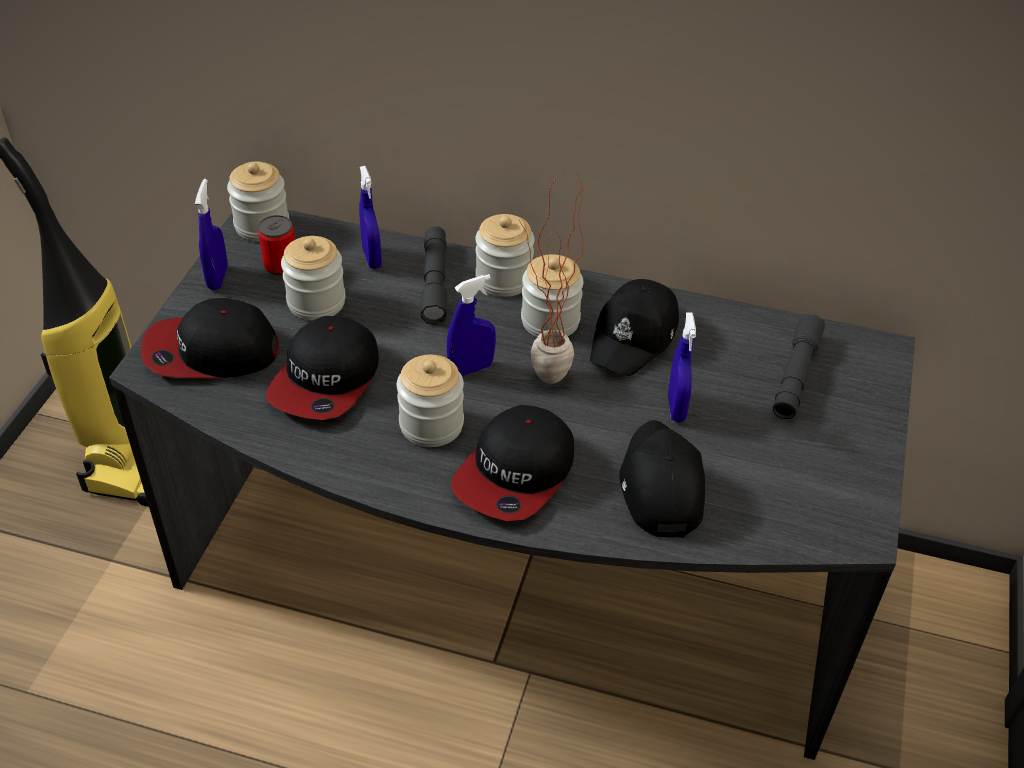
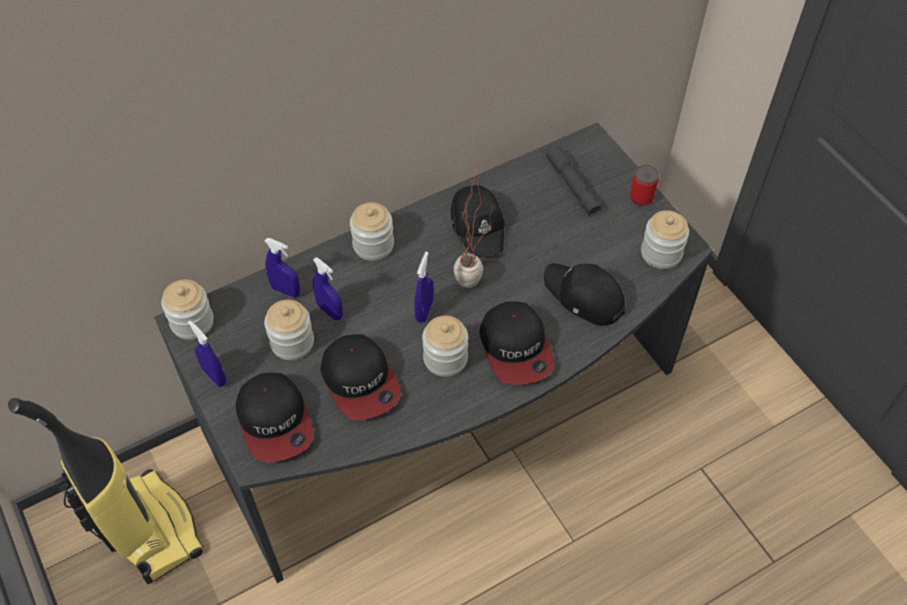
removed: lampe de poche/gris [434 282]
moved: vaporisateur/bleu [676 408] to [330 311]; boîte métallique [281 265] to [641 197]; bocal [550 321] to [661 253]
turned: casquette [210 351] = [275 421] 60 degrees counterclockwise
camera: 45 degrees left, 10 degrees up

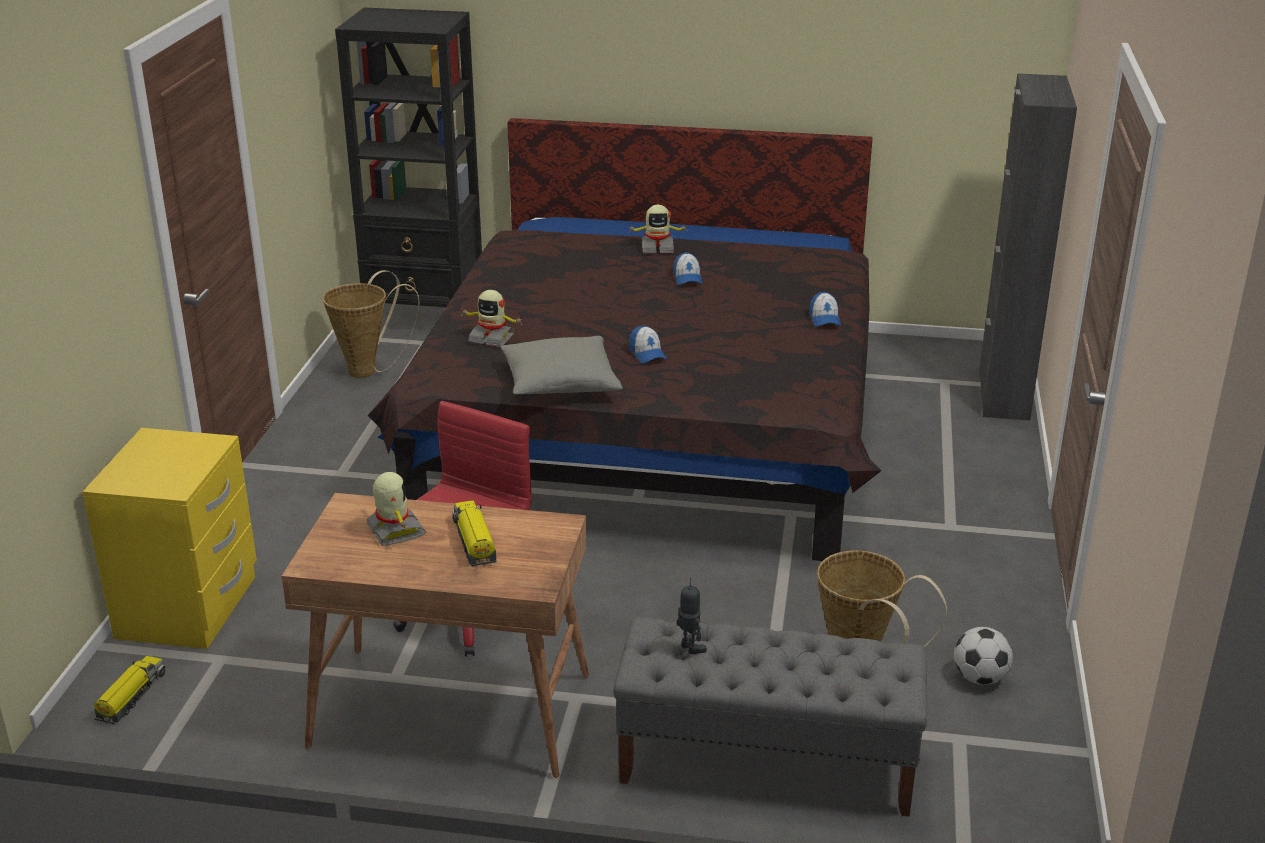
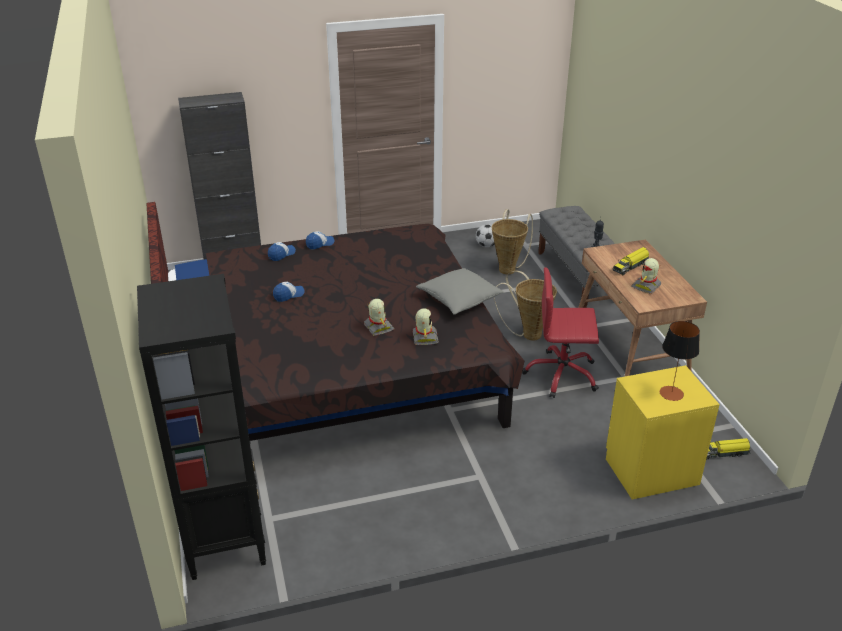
added: lampe de table [671 393]
moved: casquette [647 354] to [281 254]; robot jouet [657 248] to [378 328]; panier [369 370] to [527 334]
camera: 115 degrees left, 5 degrees up

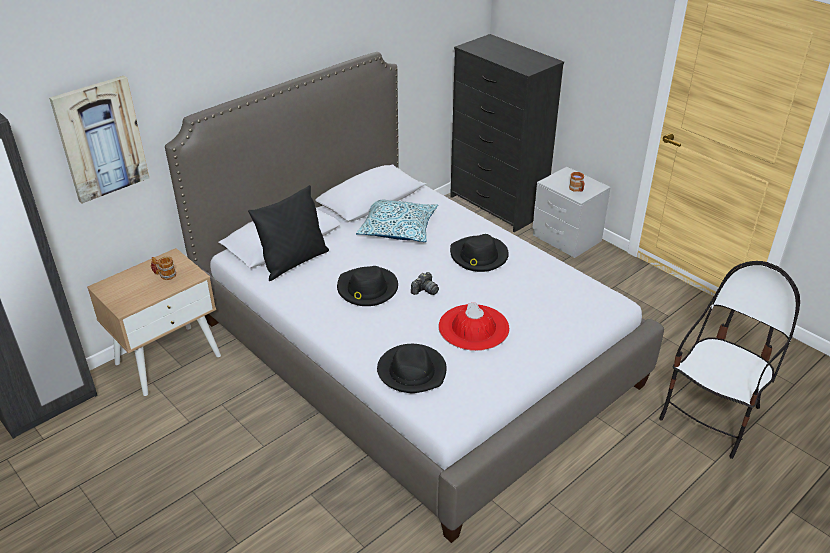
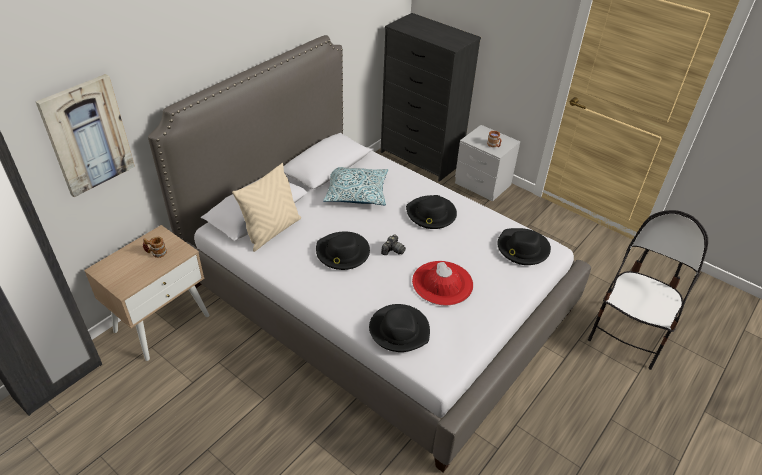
added: chapeau/noir [522 249]
recoloured: coussin/noir [294 262] to coussin/beige [272 231]
camera: 10 degrees left, 5 degrees up

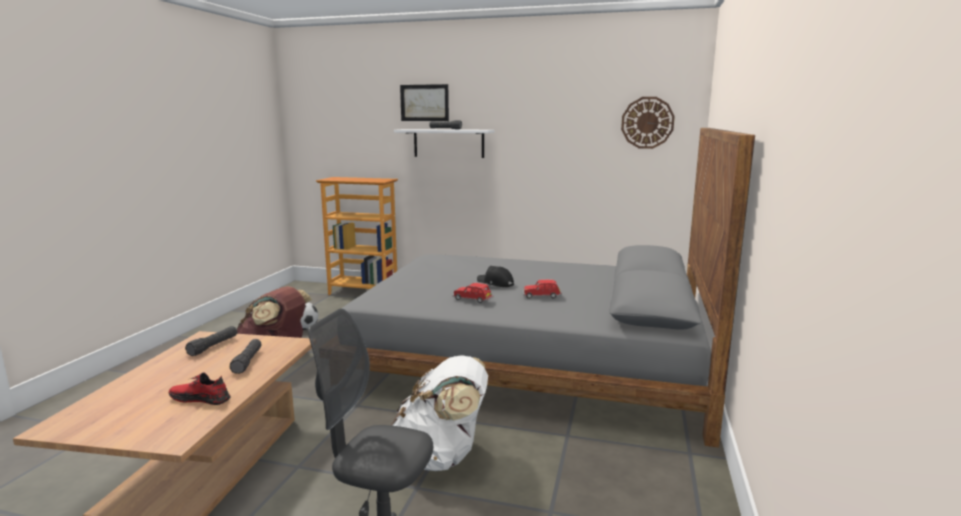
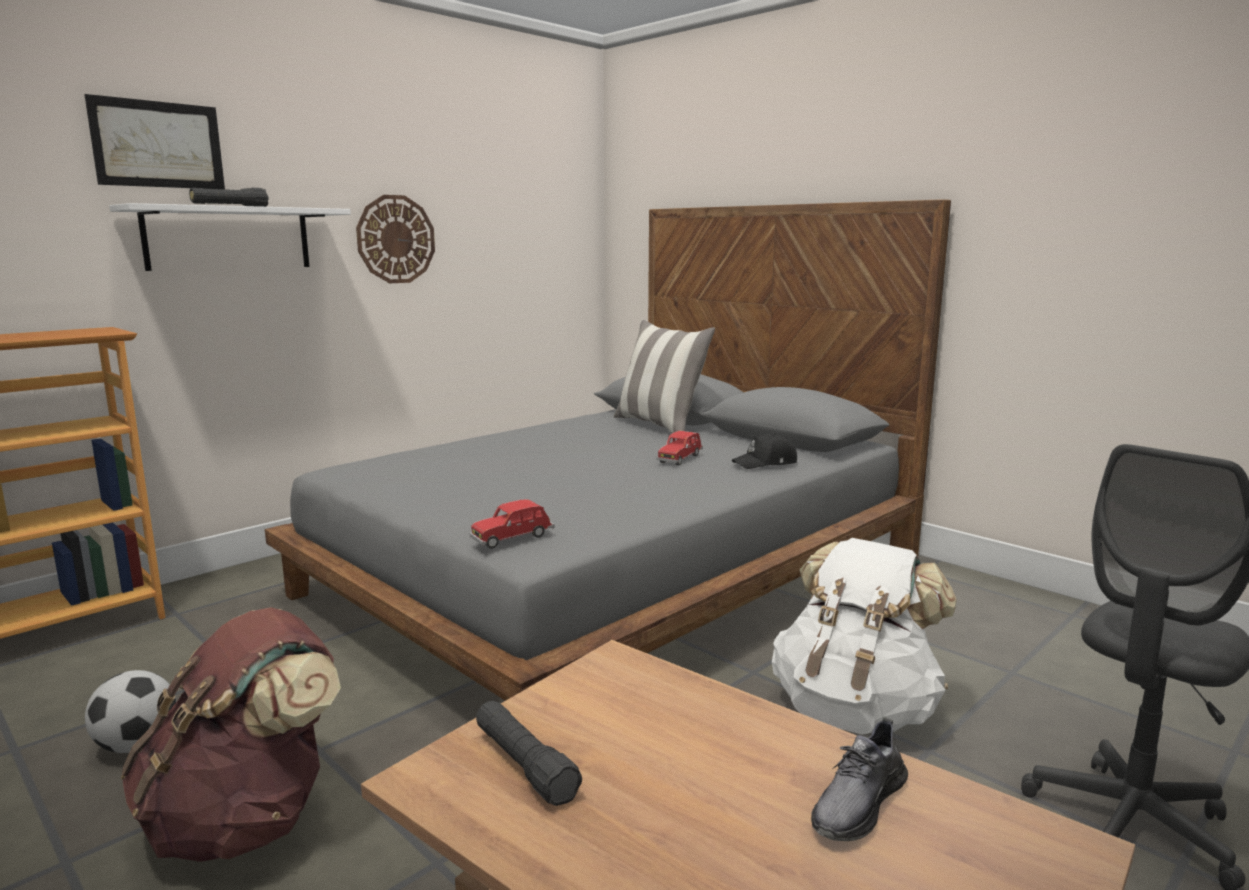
removed: lampe de poche/noir [247 362]
added: coussin [660 426]
moved: horloge murale [647 122] to [396 239]; petite voiture/rouge [473 300] to [512 538]; casquette/noir [495 283] to [766 463]
recoloured: chaussure/rouge [200 398] to chaussure/gris [858 804]
camera: 60 degrees left, 0 degrees up

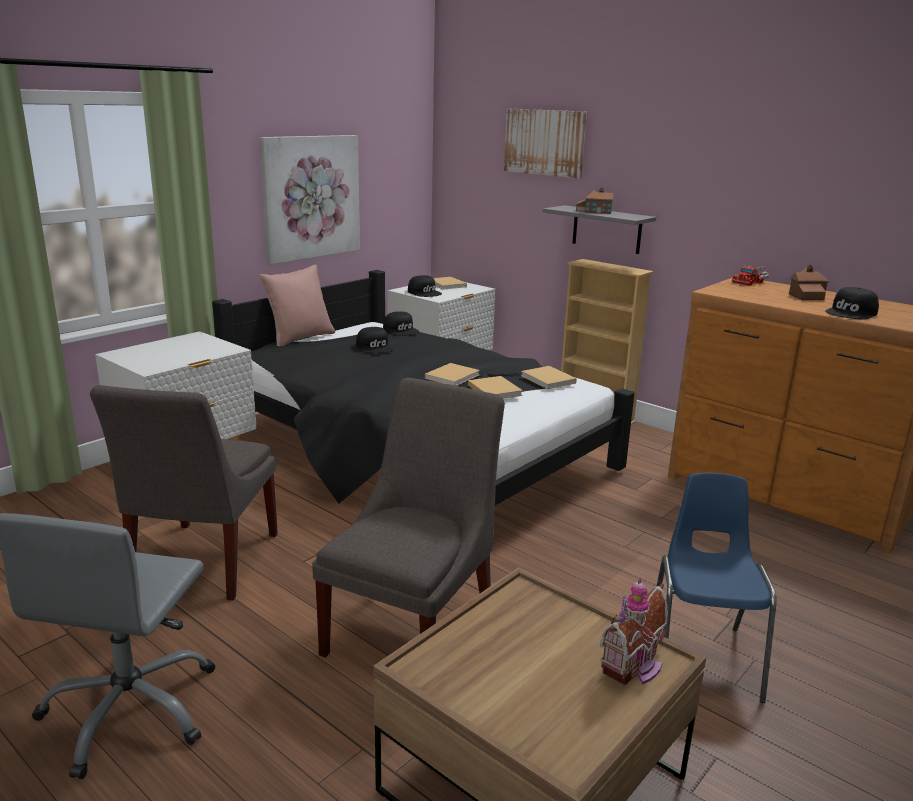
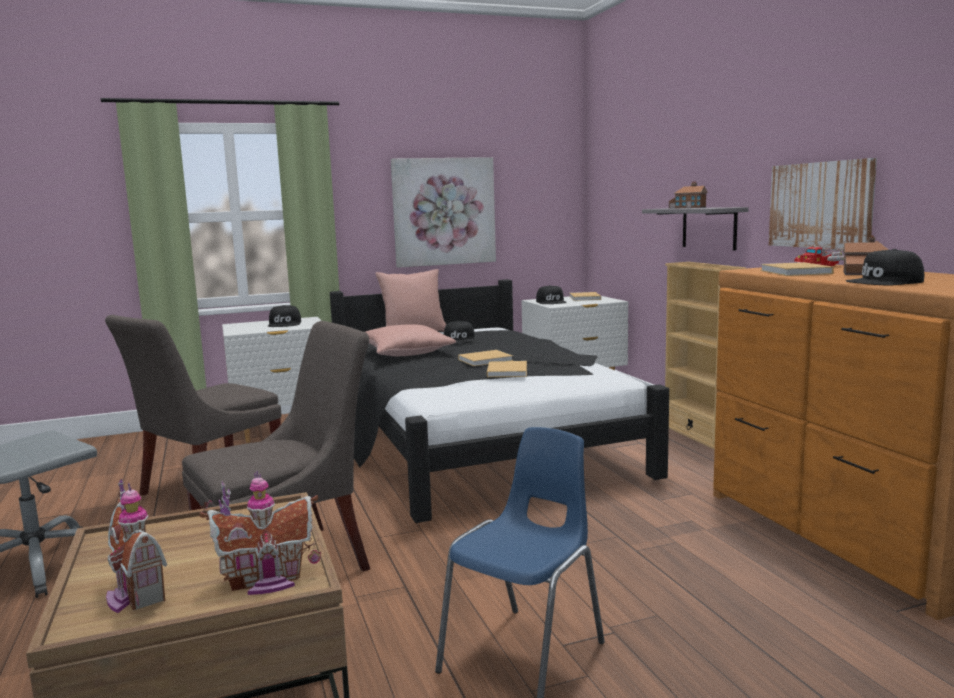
added: maison miniature [134 595]; coussin/rose [406 353]
moved: casquette/noir [401 330] to [285 324]; livre/beige [549 380] to [796 272]; tableau [544 142] to [820 205]
camera: 30 degrees right, 10 degrees down

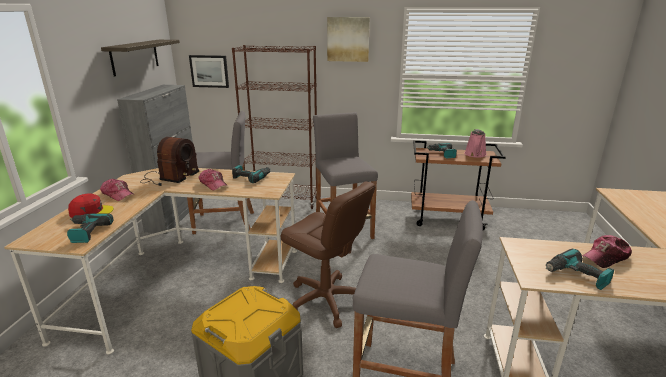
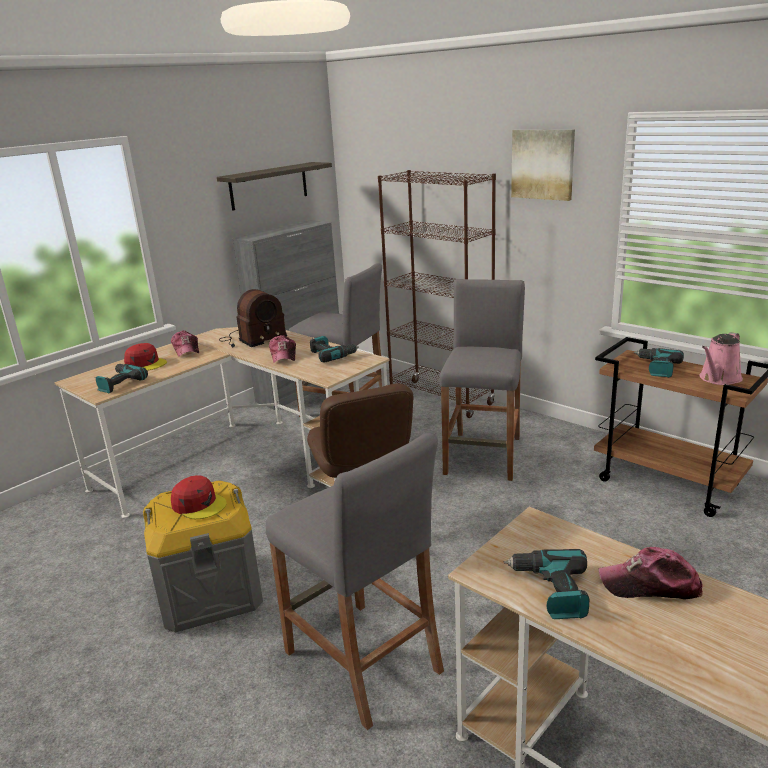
removed: tableau [209 71]
added: casquette/rouge [199 504]
camera: 35 degrees right, 0 degrees up

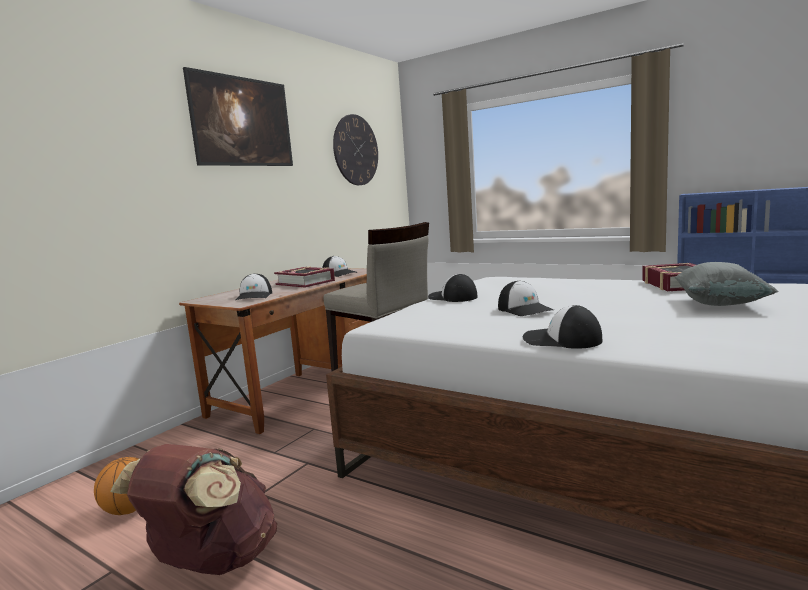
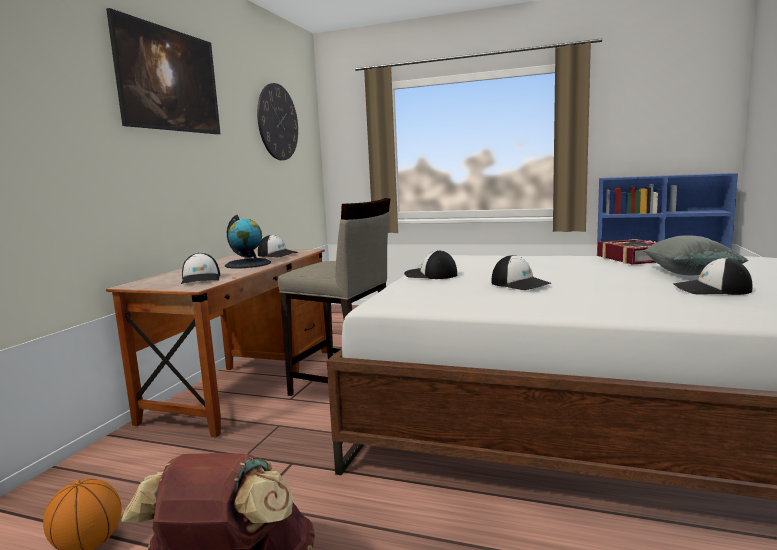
moved: casquette [561 340] to [711 289]
replaced: livre [305 283] to globe [248 264]
camera: 15 degrees left, 0 degrees up

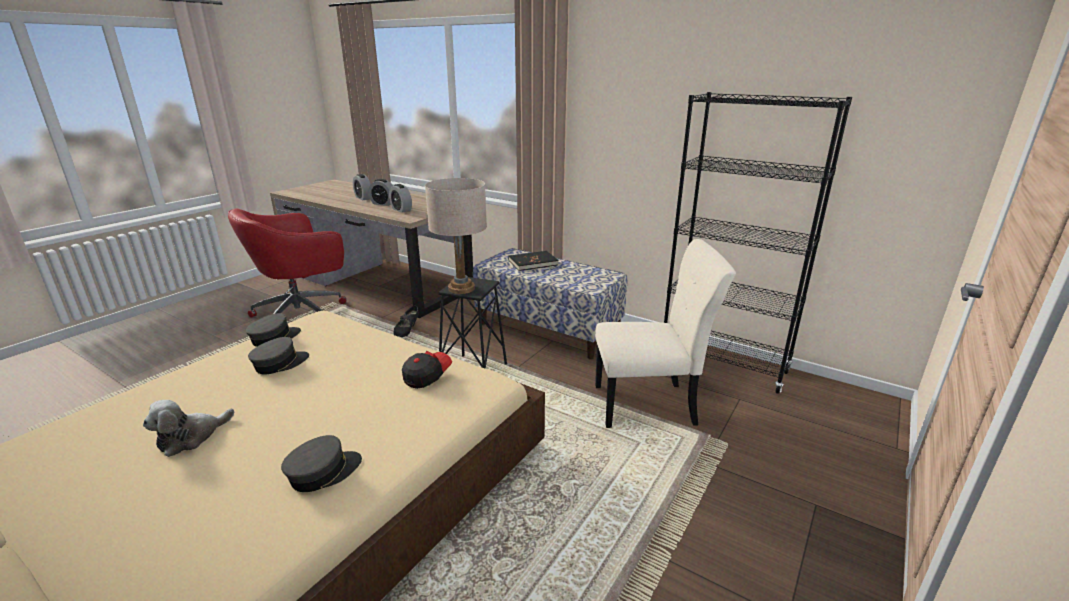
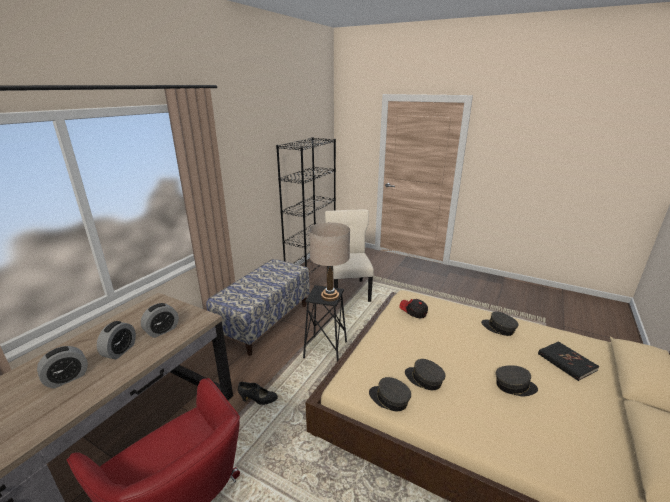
moved: livre/noir [533 263] to [566 362]
replaced: peluche [191 437] to casquette/gris [514 386]
camera: 95 degrees left, 0 degrees up

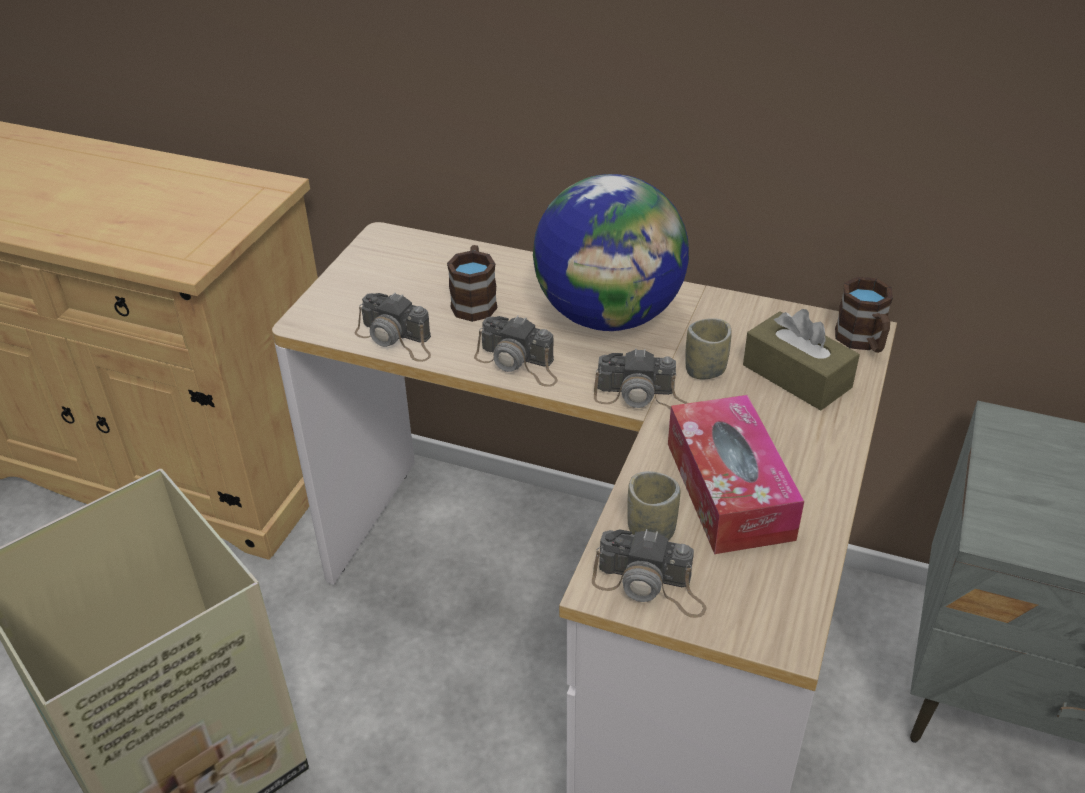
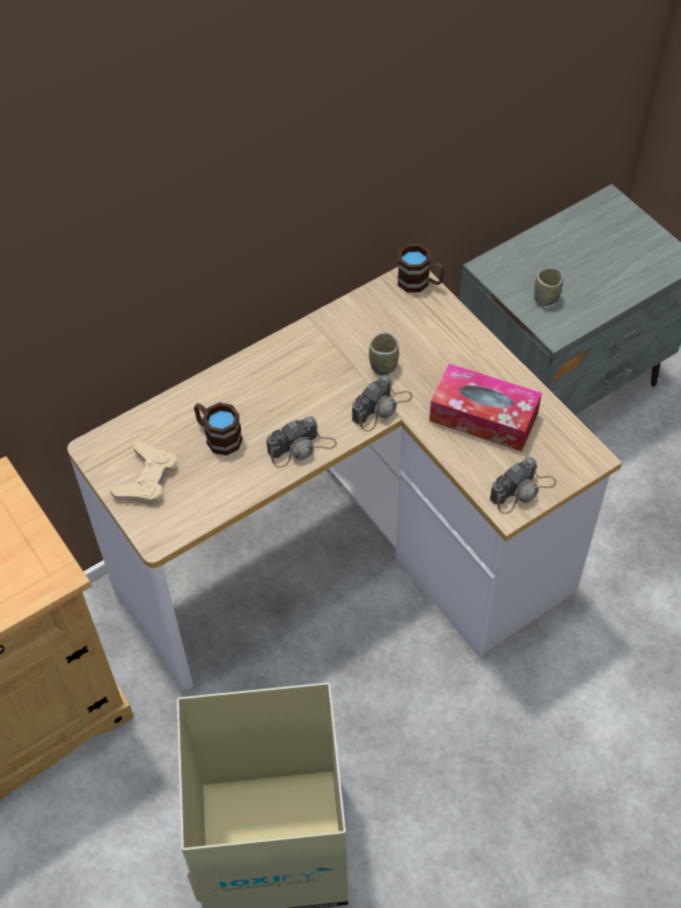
removed: appareil photo [396 339]; globe [609 316]; boîte à mouchoirs/marron [796 376]
added: manette/beige [147 479]
moved: tasse [651 529] to [546 298]
camera: 55 degrees left, 15 degrees up

